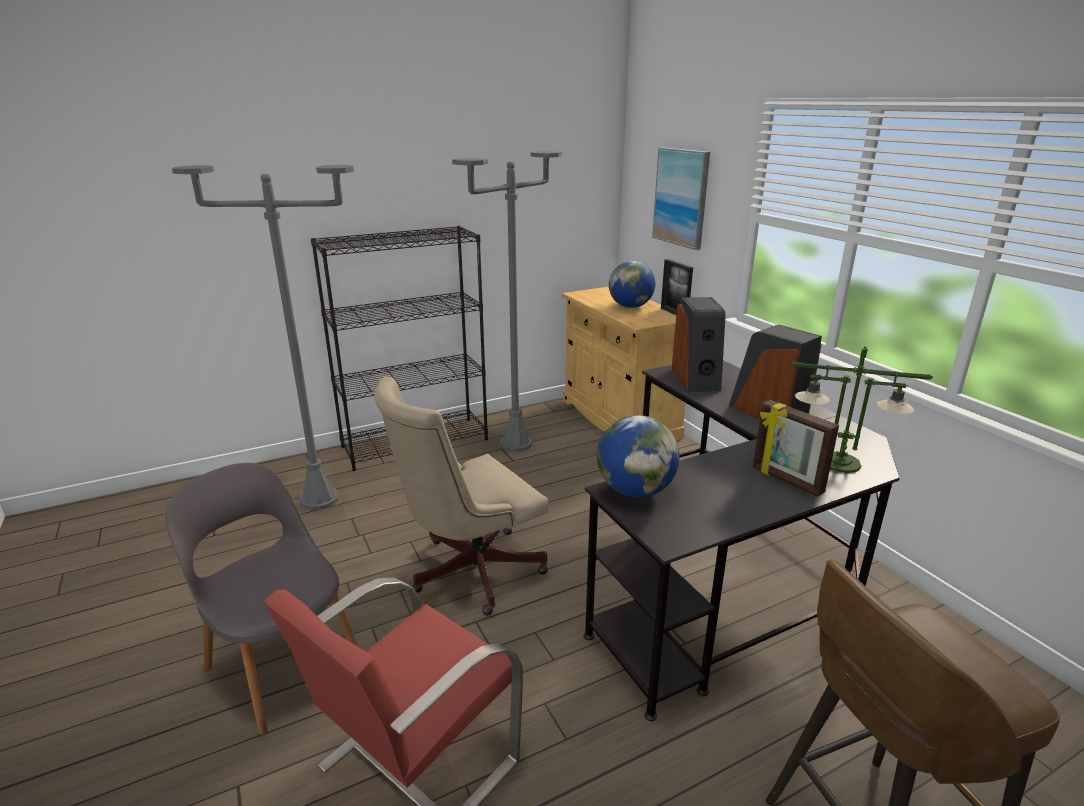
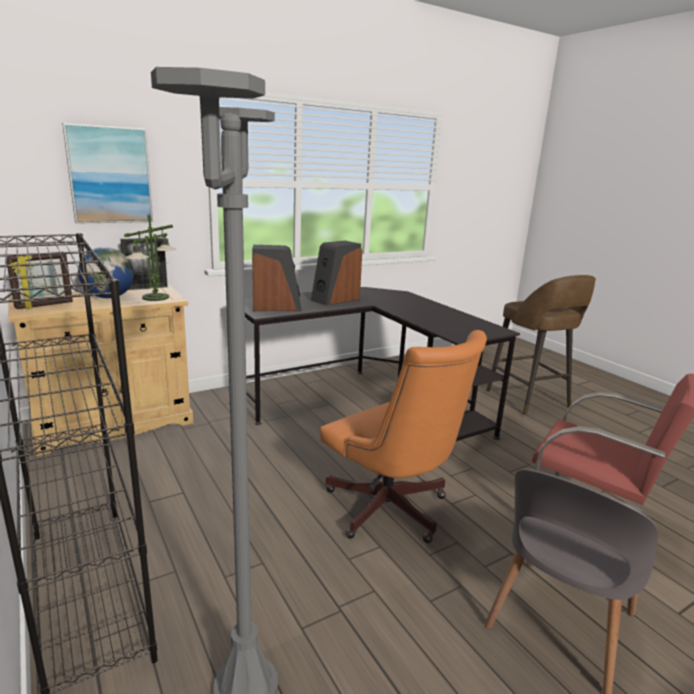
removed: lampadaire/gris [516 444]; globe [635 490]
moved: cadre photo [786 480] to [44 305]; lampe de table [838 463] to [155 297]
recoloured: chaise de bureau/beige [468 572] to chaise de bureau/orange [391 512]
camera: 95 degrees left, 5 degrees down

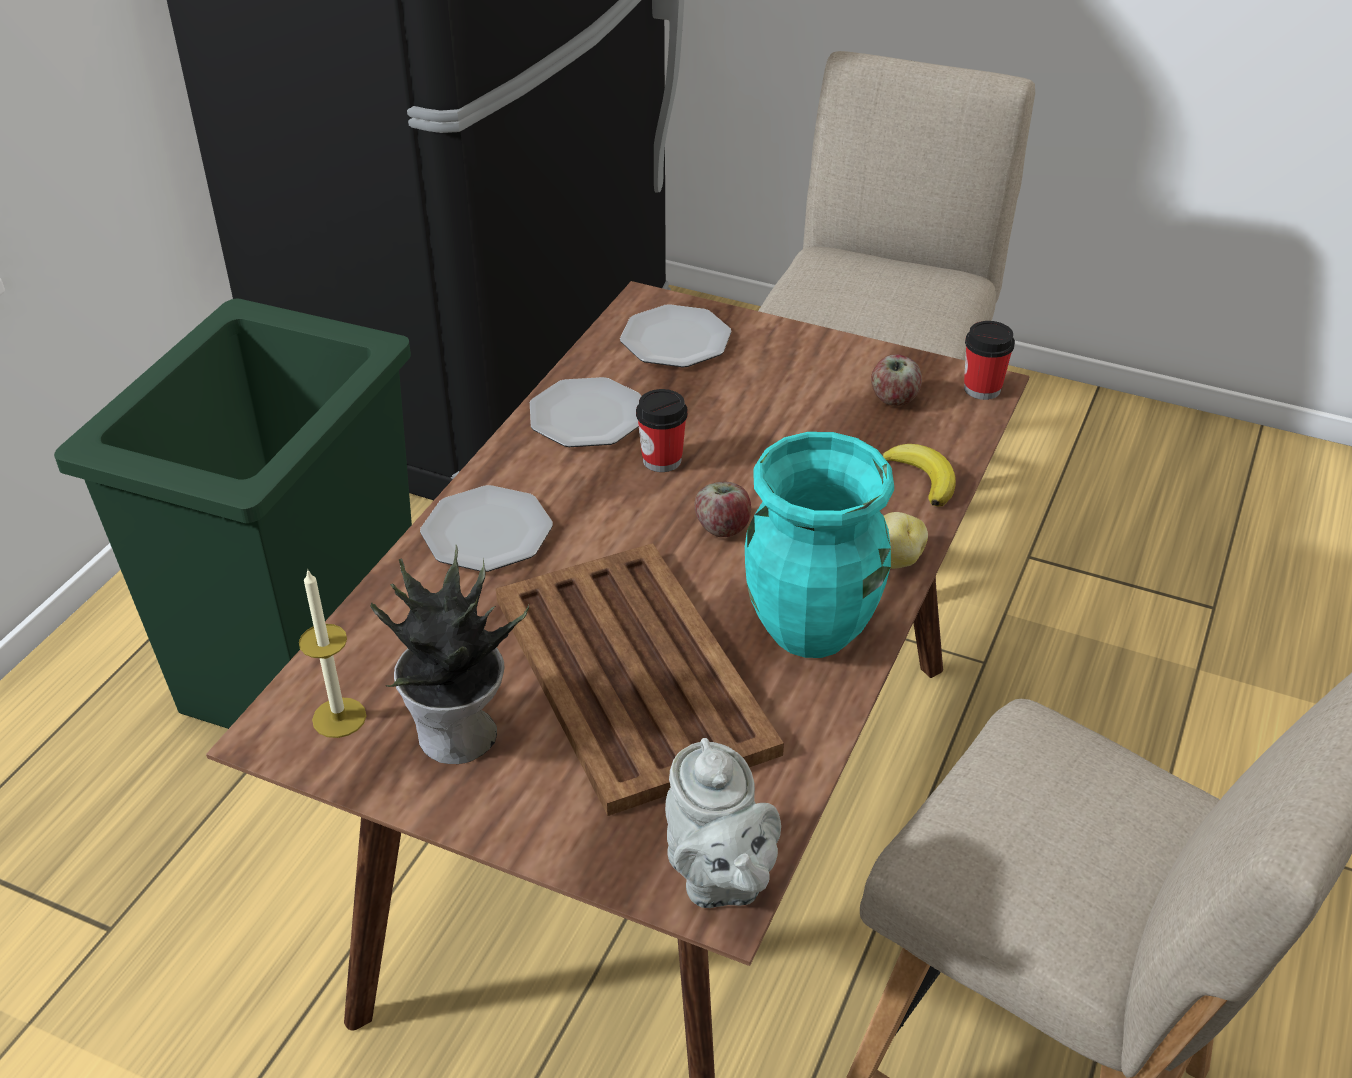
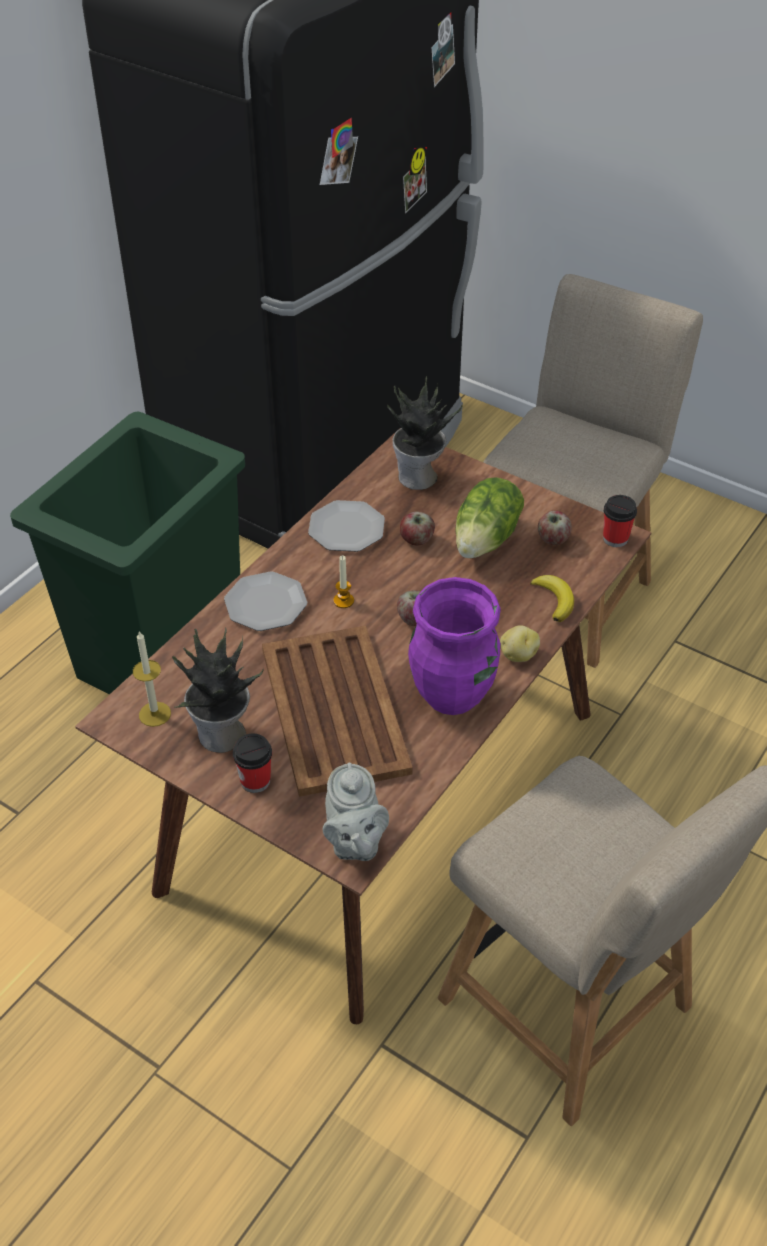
added: bougie [343 601]; pomme [416 540]; laitue [487 539]
moved: tasse [662 460] to [255 781]
replaced: assiette [675 341] to plante en pot [418 478]
recoloured: vase/turquoise [812 628] to vase/violet [453 695]
camera: 10 degrees right, 5 degrees up

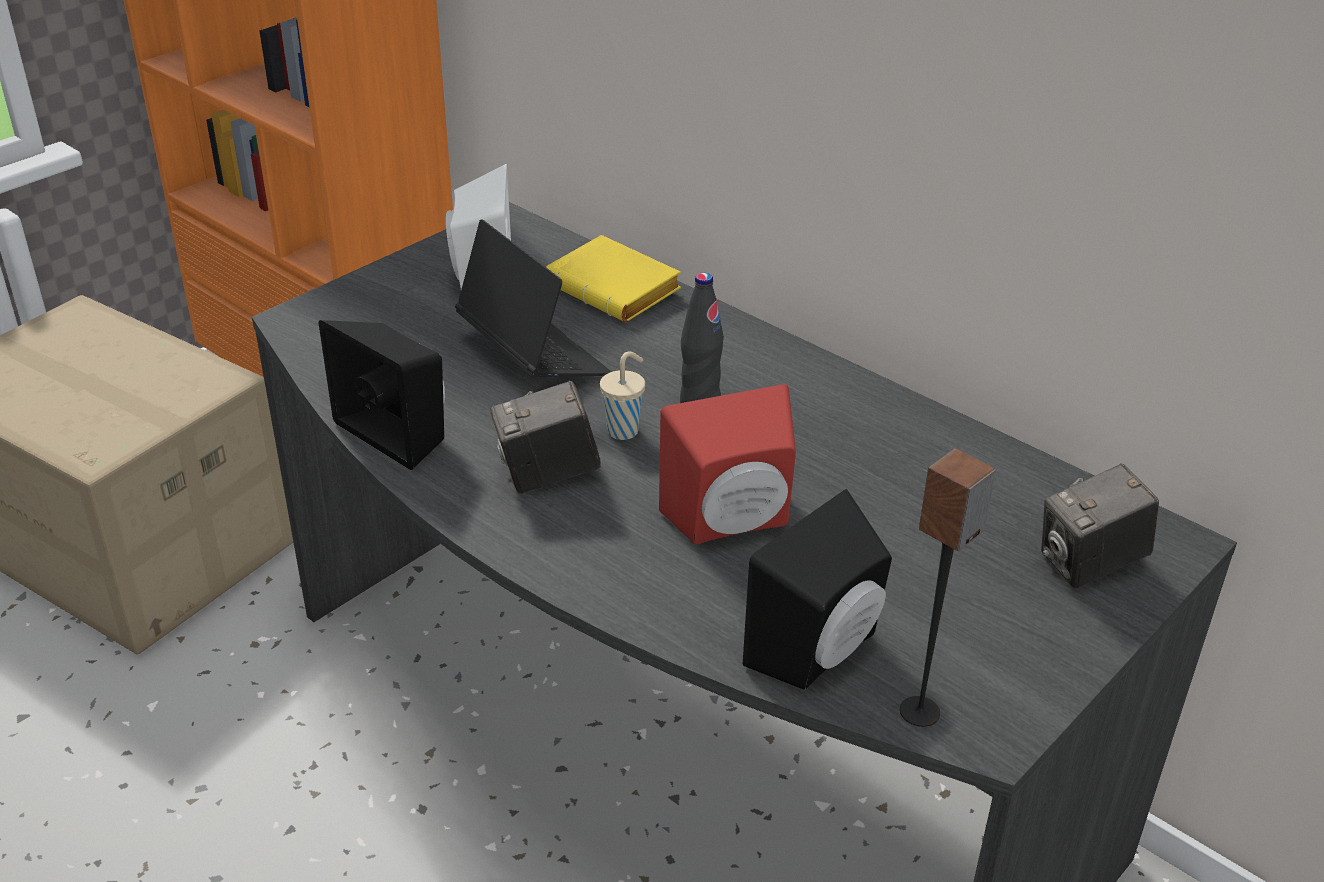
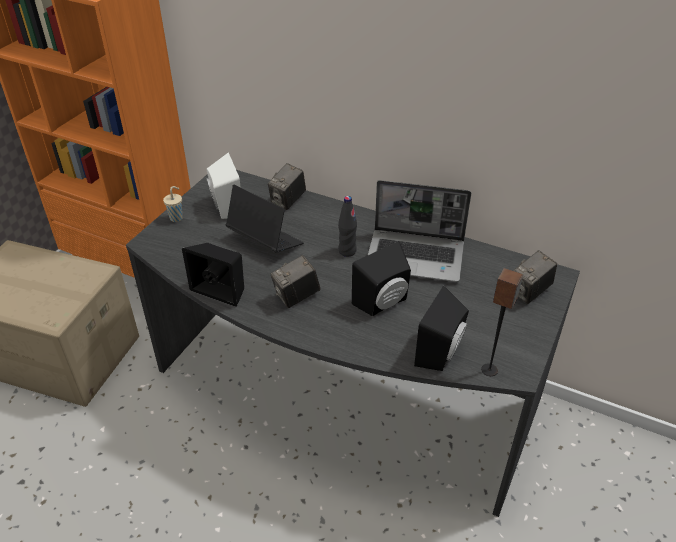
added: ordinateur portable [416 256]
moved: tasse/beige [624 430] to [177 218]
replaced: livre/jaune [617 289] to appareil photo [288 201]
recoloured: enceinte/rouge [733 524] to enceinte/noir [384 303]
camera: 15 degrees left, 5 degrees up

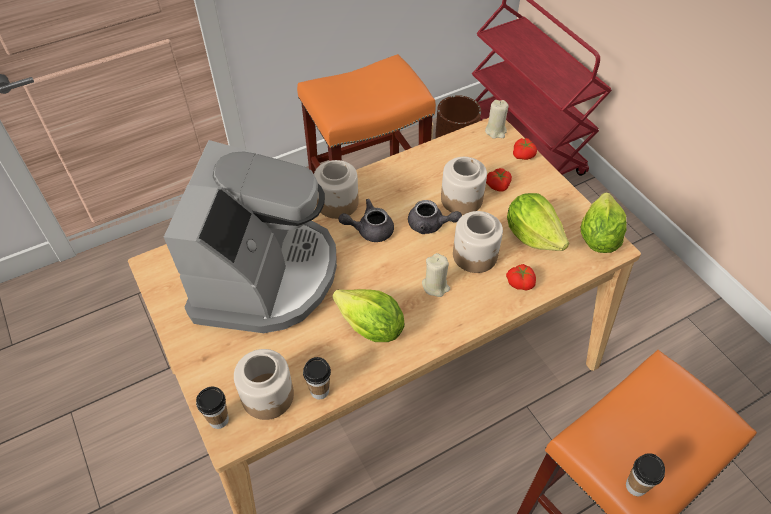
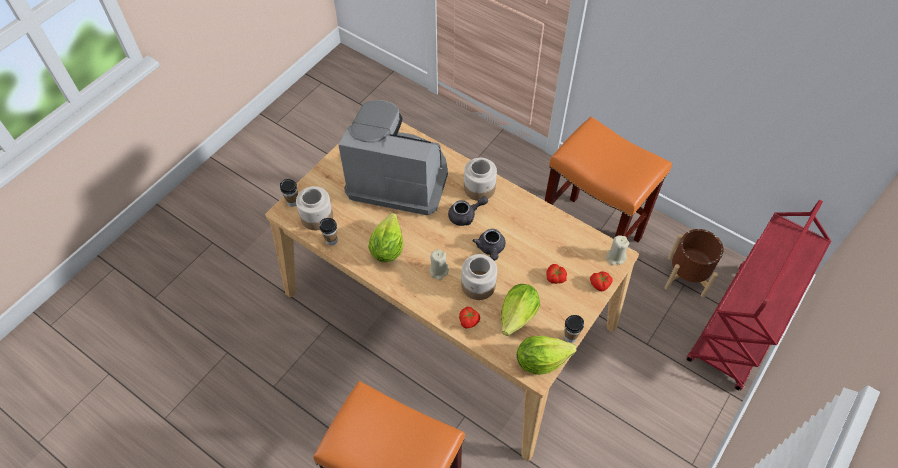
removed: bocal [461 199]
moved: tasse [636 486] to [570 336]
turned: machine à café [265 276] = [398 177] 150 degrees counterclockwise; théière/gris [369 230] = [466 216] 105 degrees clockwise
camera: 65 degrees right, 5 degrees up

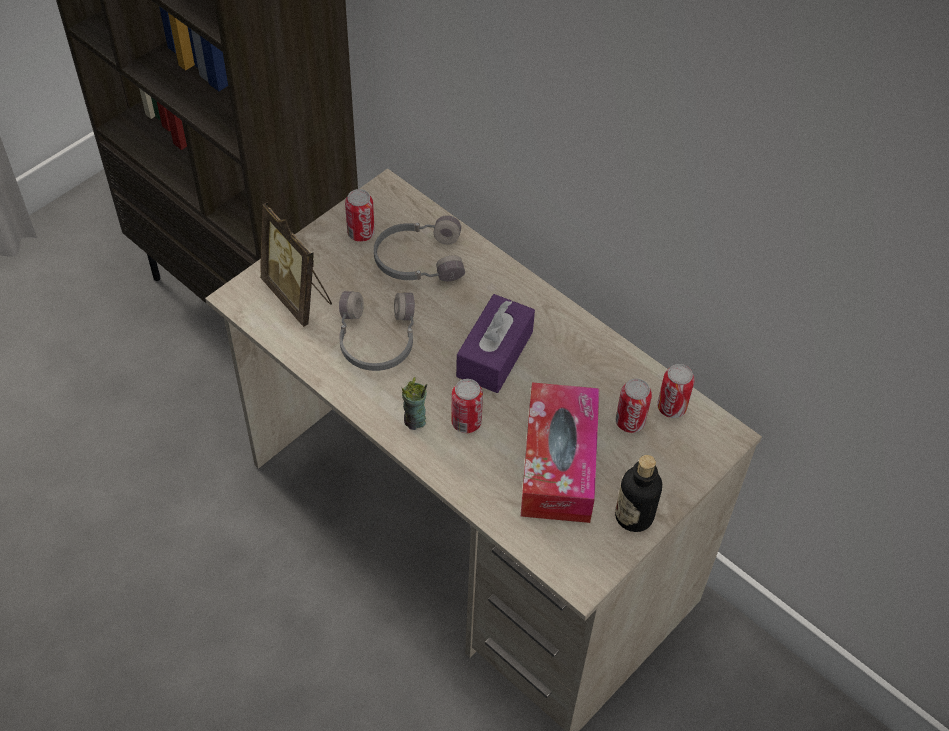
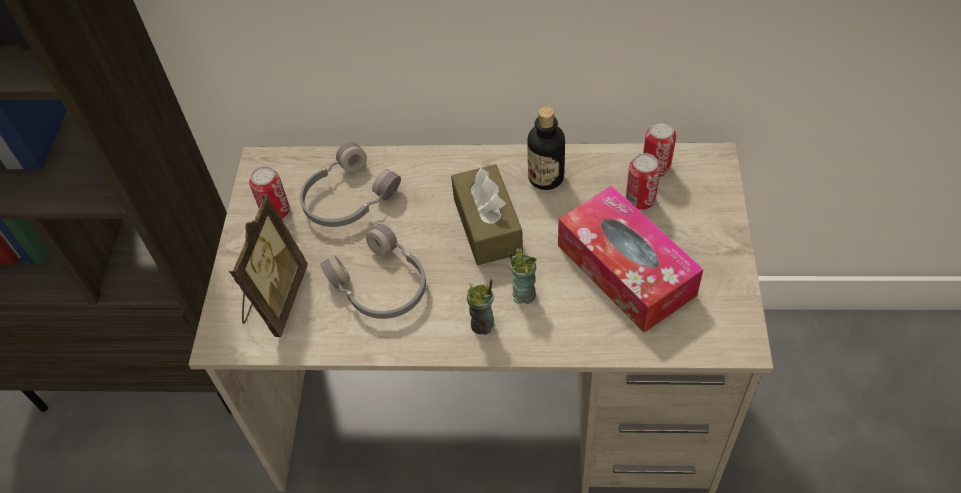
moved: bouteille [634 516] to [546 177]
replaced: boîte métallique [466 422] to tasse [524 294]
recoloured: boîte à mouchoirs/violet [495 354] to boîte à mouchoirs/marron [487 226]
turned: cadre photo [298 296] = [275 300] 90 degrees counterclockwise
camera: 35 degrees left, 0 degrees up

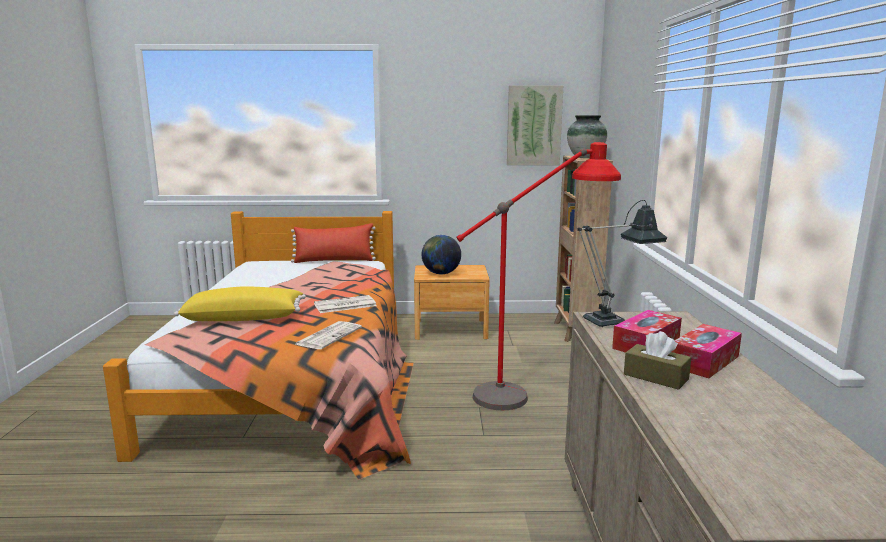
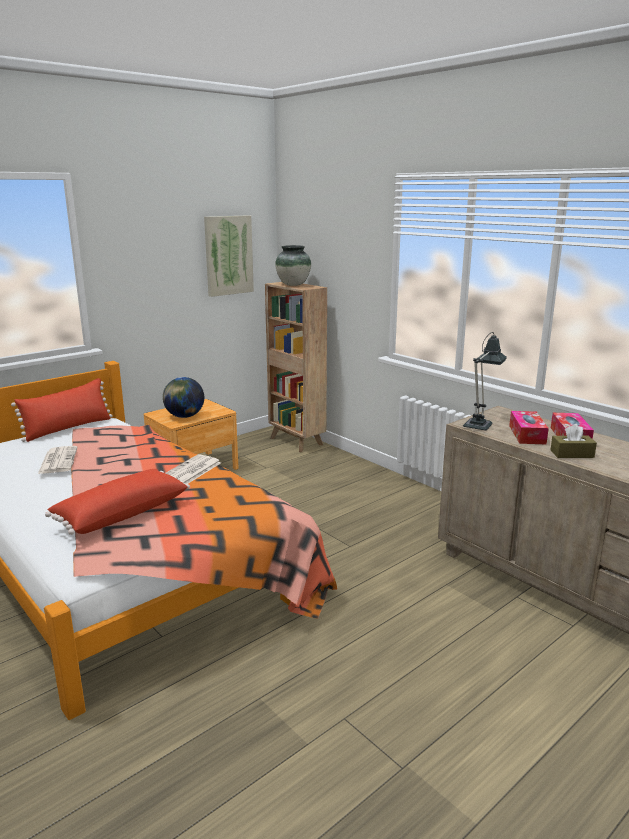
removed: lampadaire/rouge [534 391]
moved: journal [329 336] to [58 460]
recoloured: coussin/jaune [244 318] to coussin/rouge [121 513]
camera: 40 degrees left, 5 degrees up

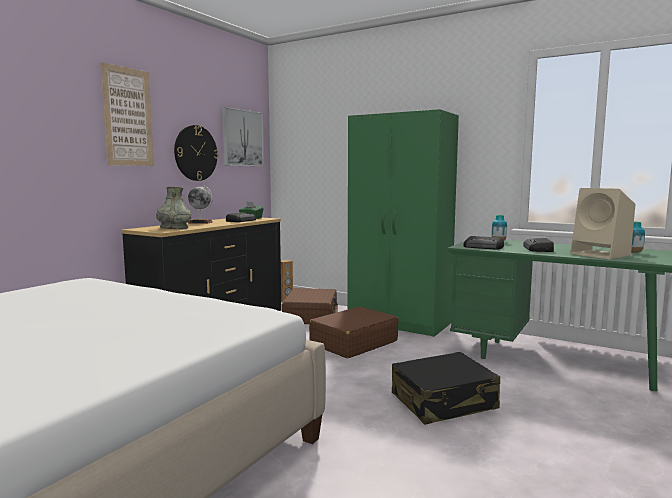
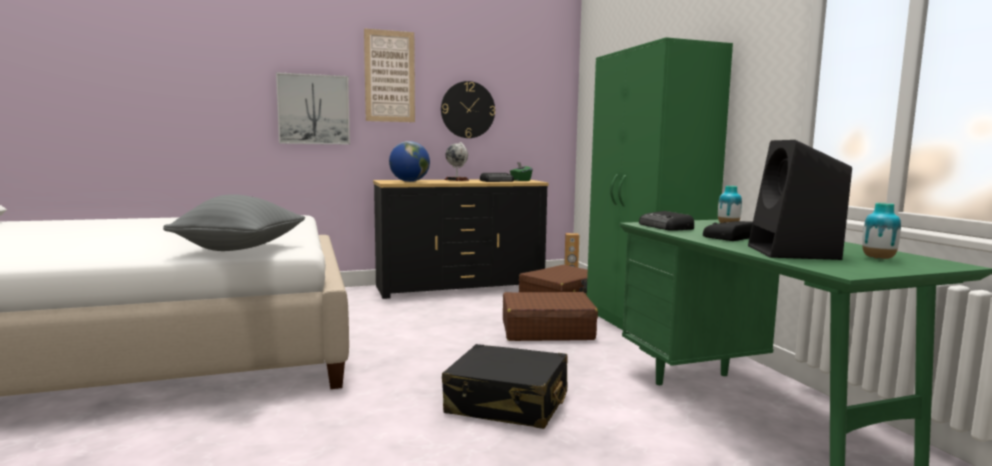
added: coussin/gris [240 249]
moved: tableau [242 138] to [313 109]
replaced: vase/gris [174 228] to globe [409 181]
recoloured: enceinte/beige [601 255] to enceinte/noir [794 253]
camera: 40 degrees right, 0 degrees up

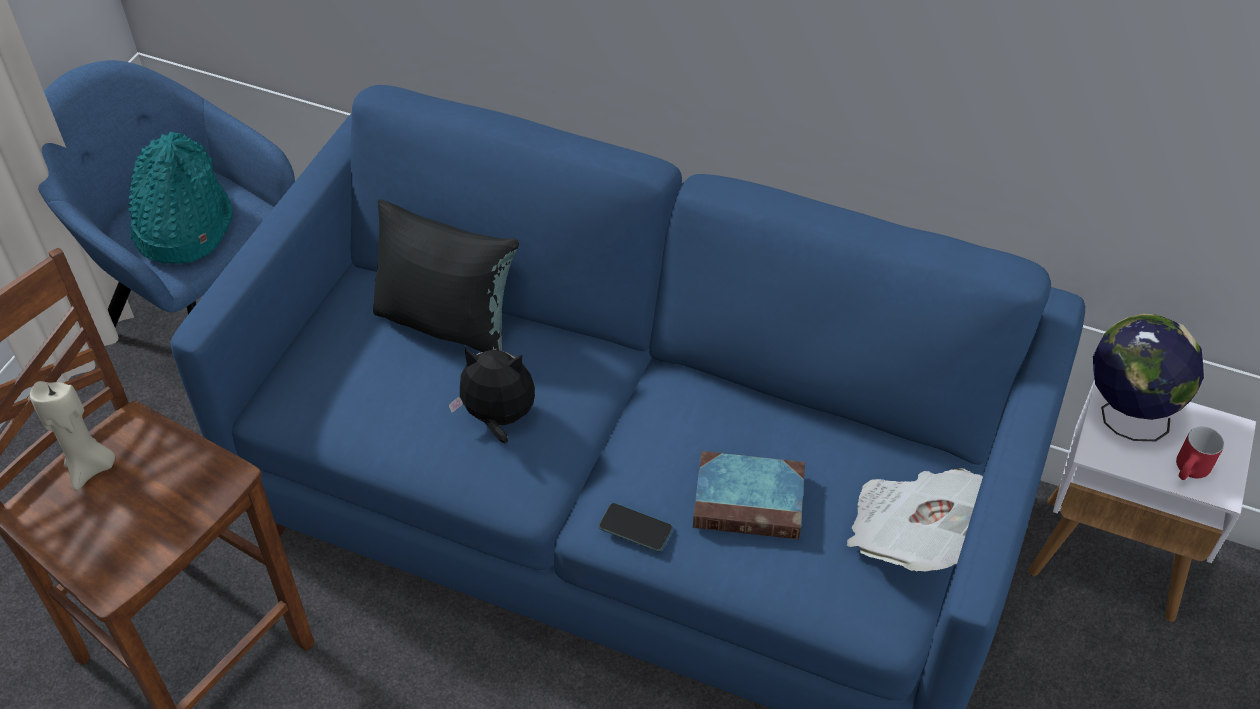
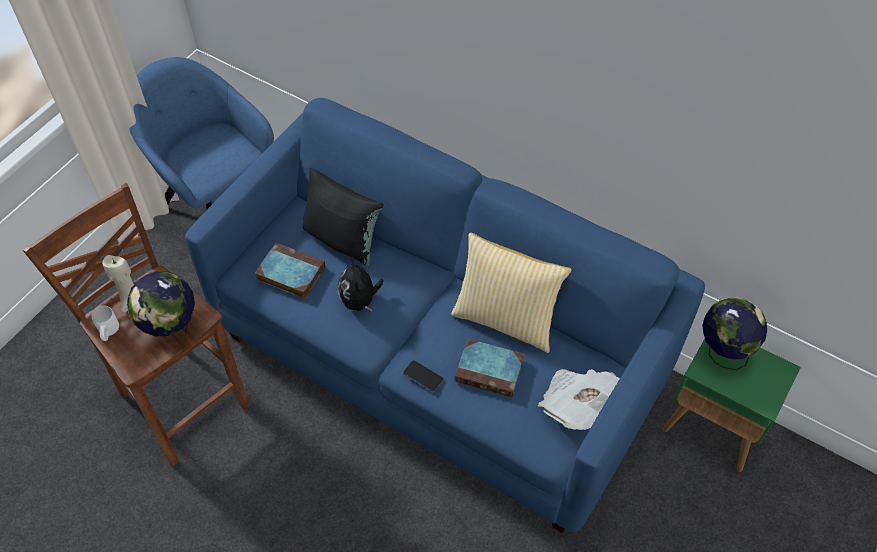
removed: chapeau/turquoise [182 225]; mug/rouge [1190 473]
added: mug/blanc [110 332]; globe [172 330]; livre [289 273]; coussin [506 319]
recoloured: table d'appoint/blanc [1111 559] to table d'appoint/vert [713 429]
turned: peluche [498 418] = [360 301] 120 degrees counterclockwise
camera: 10 degrees right, 5 degrees up

